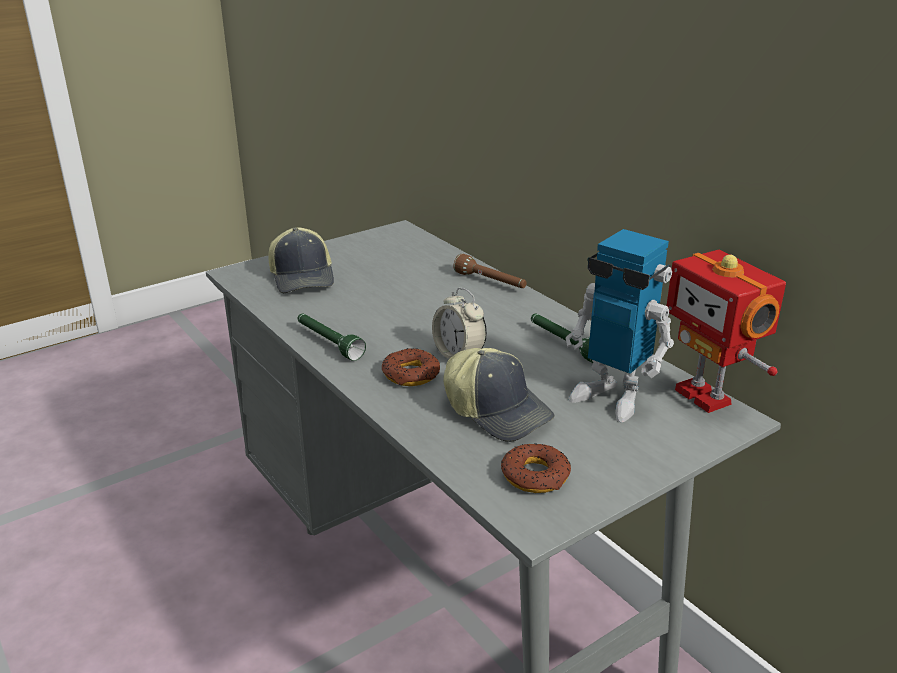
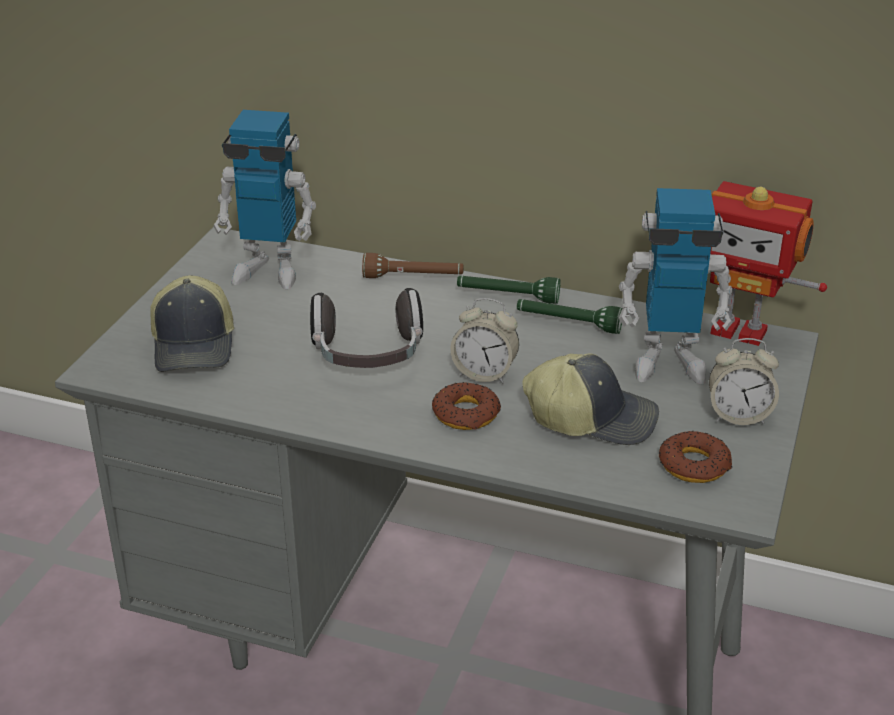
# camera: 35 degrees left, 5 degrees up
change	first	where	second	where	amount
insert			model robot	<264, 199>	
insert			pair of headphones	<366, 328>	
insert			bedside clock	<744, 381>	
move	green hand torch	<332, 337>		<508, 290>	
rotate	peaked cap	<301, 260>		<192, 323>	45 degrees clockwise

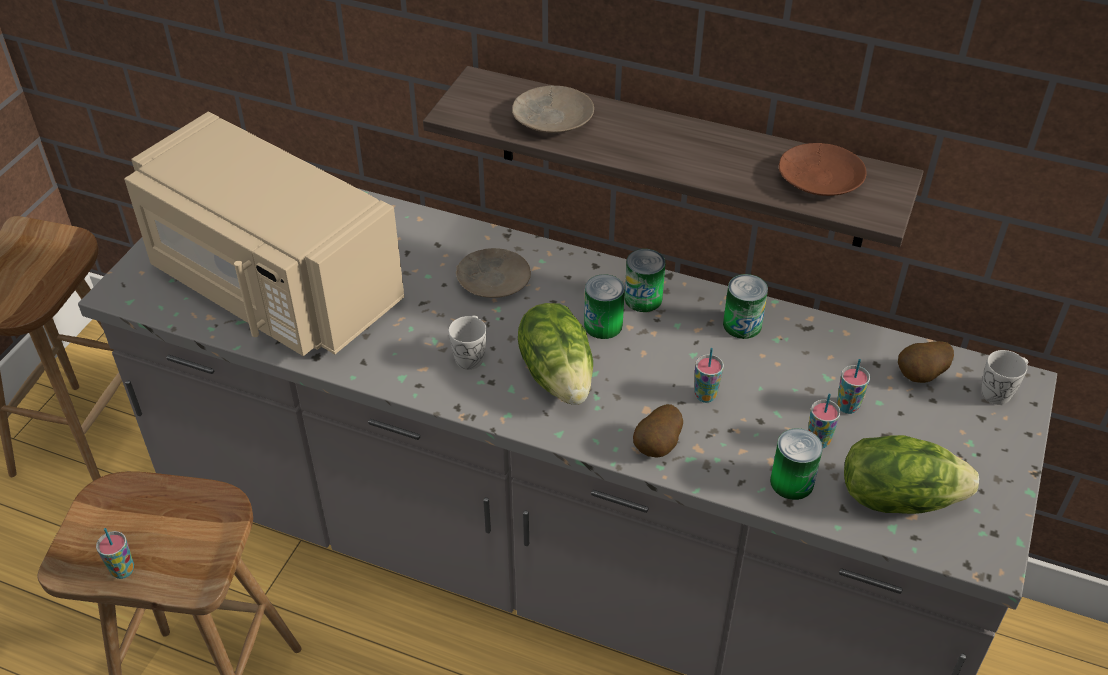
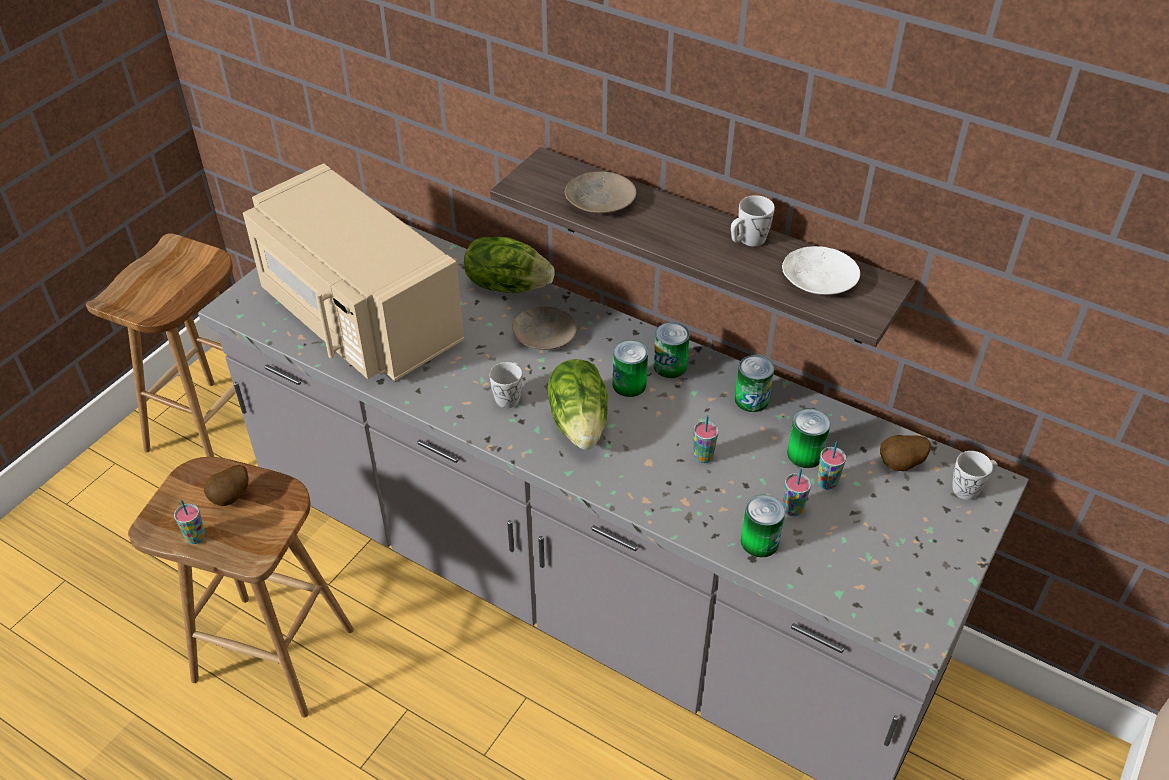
# camera: 10 degrees right, 0 degrees up
change	first	where	second	where	amount
insert			white coffee mug	<753, 221>	
insert			sealed can	<808, 438>	
move	potato	<658, 431>		<226, 485>	
move	lettuce head	<911, 474>		<509, 265>	
recolor	brown-coloured flat dish	<823, 169>	white flat dish	<821, 270>	

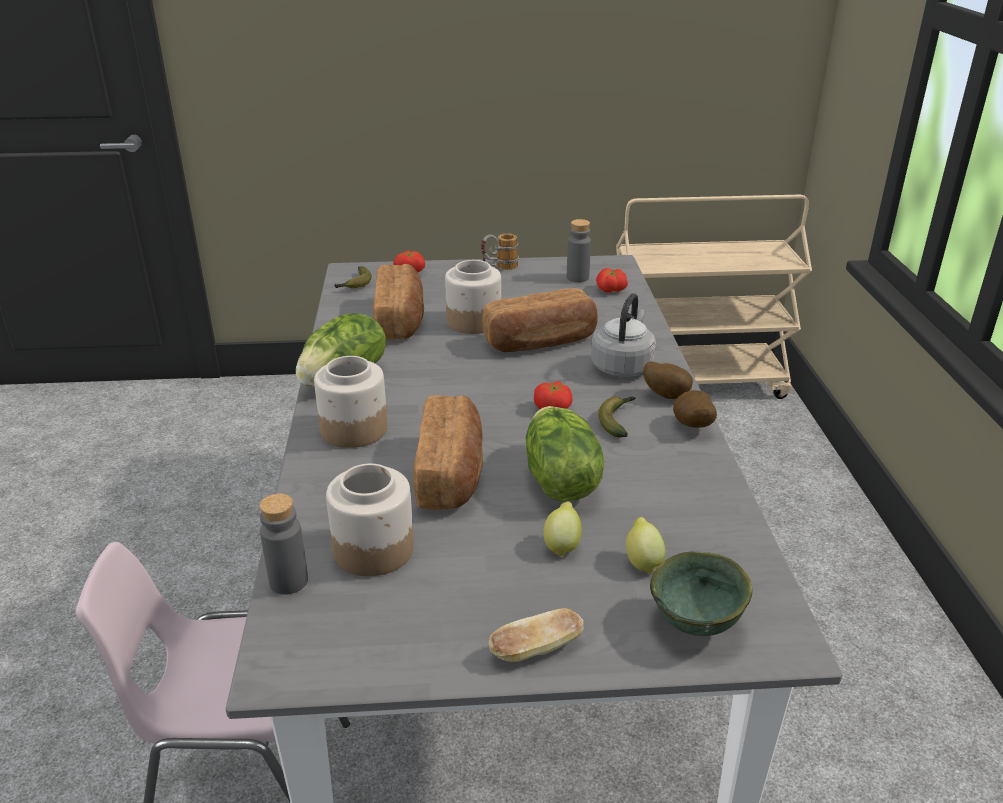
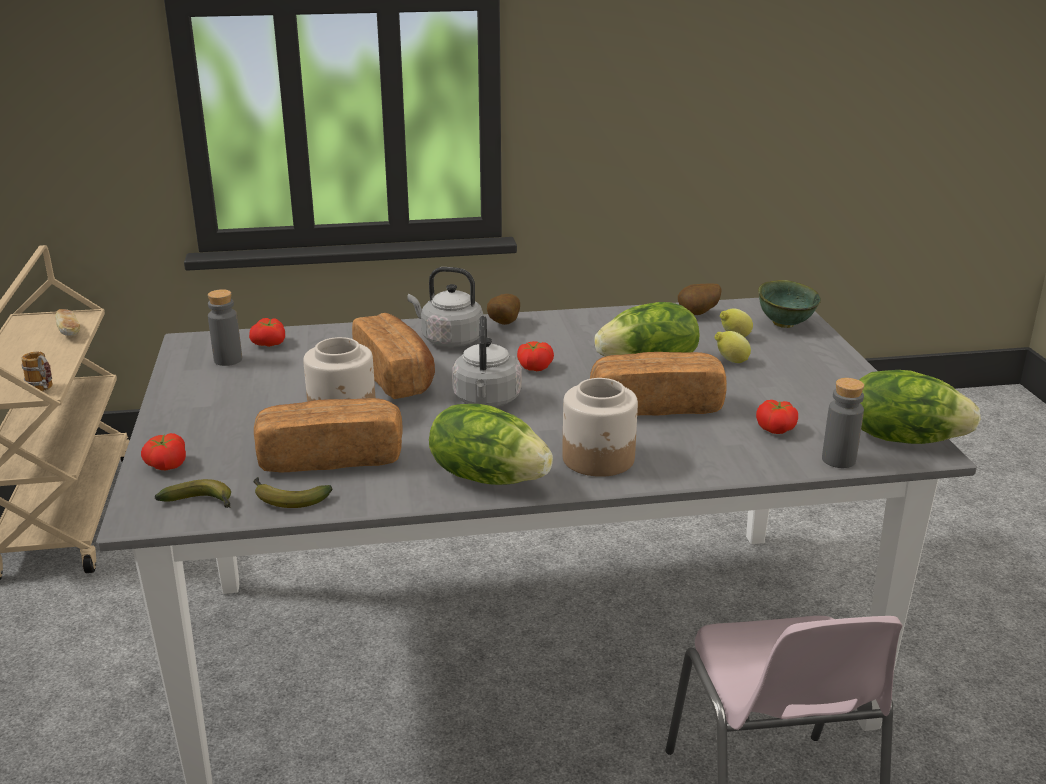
# camera: 95 degrees left, 5 degrees down
change	first	where	second	where	amount
insert			grey water kettle	<487, 361>	
insert			lettuce head	<920, 407>	
move	coffee mug	<500, 251>		<37, 371>	
move	bread	<536, 635>		<67, 322>	
move	banana fruit	<616, 416>		<292, 492>	
move	potato	<695, 409>		<699, 299>	
replace	jar	<370, 520>	tomato	<777, 417>	

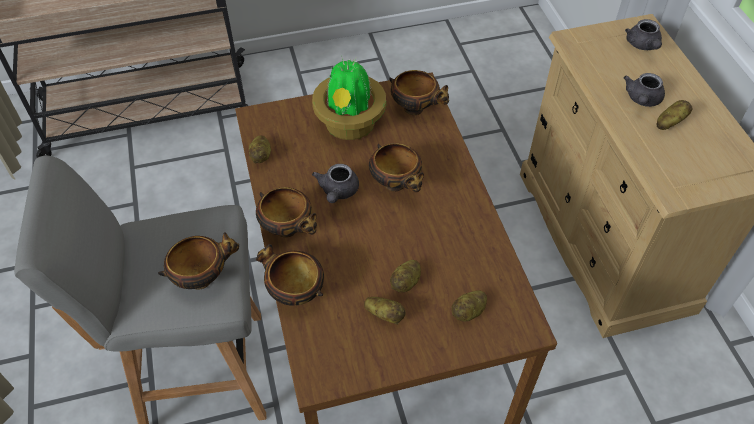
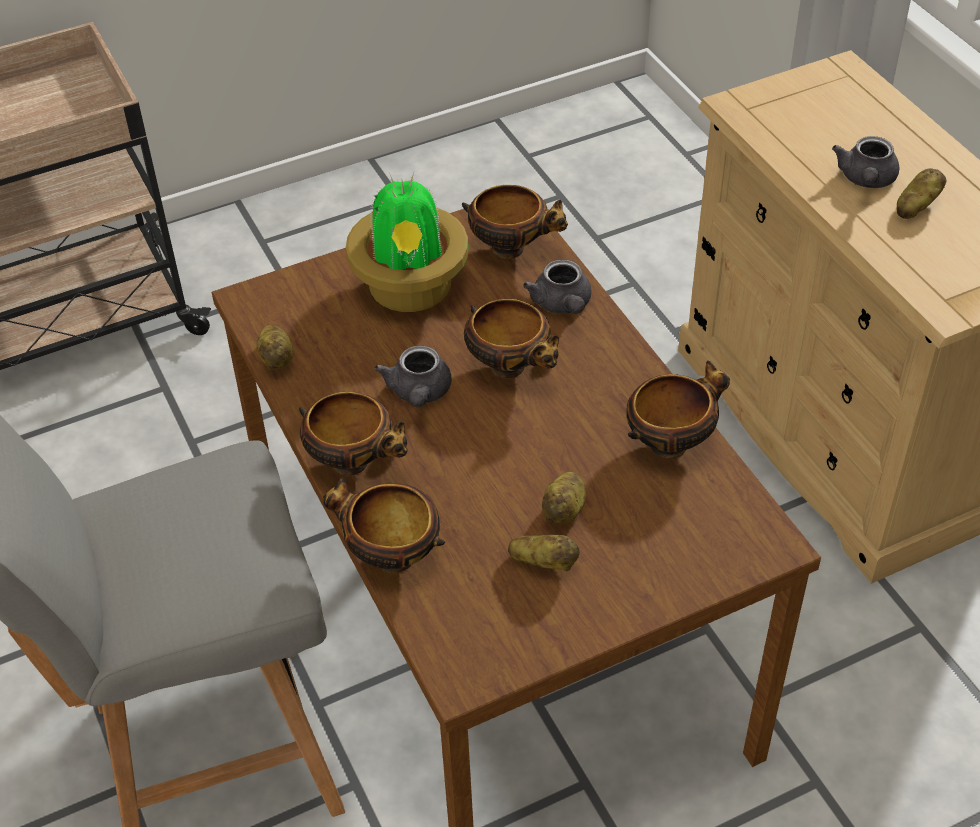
# camera: 10 degrees left, 5 degrees down
change	first	where	second	where	amount
delete	potato	<469, 305>			
move	bowl	<198, 261>		<678, 410>	
move	grey teapot	<643, 34>		<557, 286>	

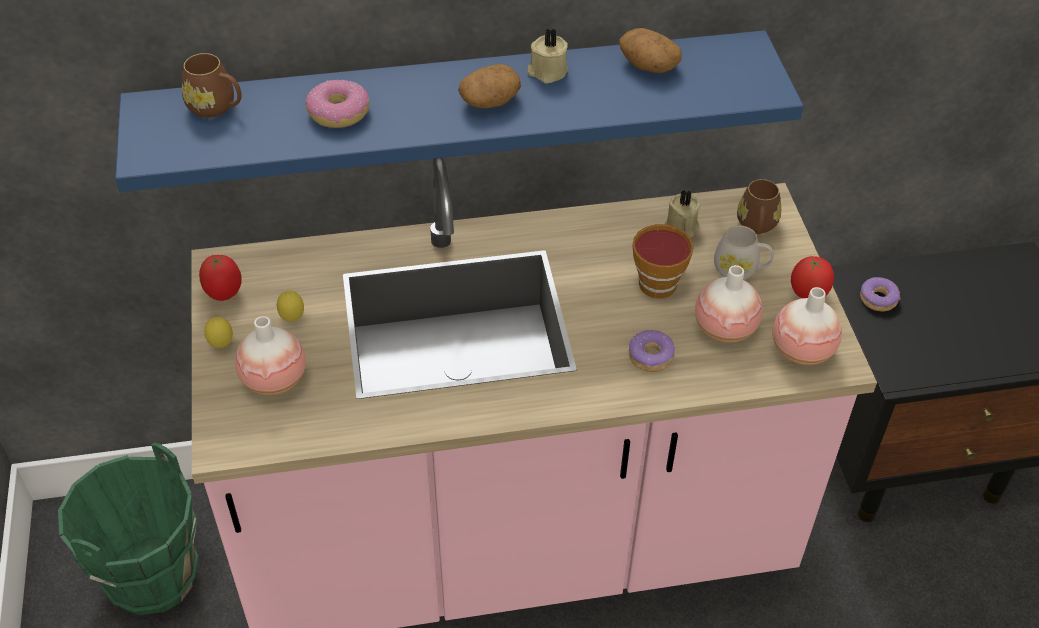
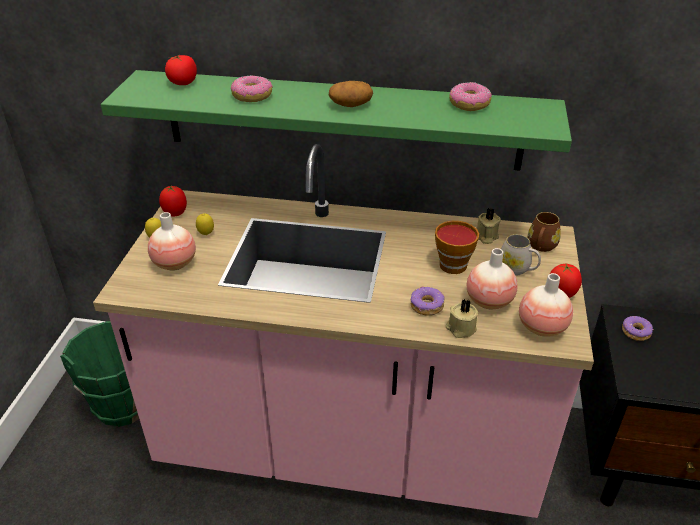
# camera: 20 degrees right, 10 degrees down
change	first	where	second	where	amount
move	sand-coloured wax light	<547, 55>		<461, 318>	
replace	brown-coloured coffee mug	<212, 85>	tomato	<181, 70>	
replace	potato	<650, 50>	ring doughnut	<470, 96>	
recolor	bluish shelf	<459, 111>	green shelf	<336, 120>	

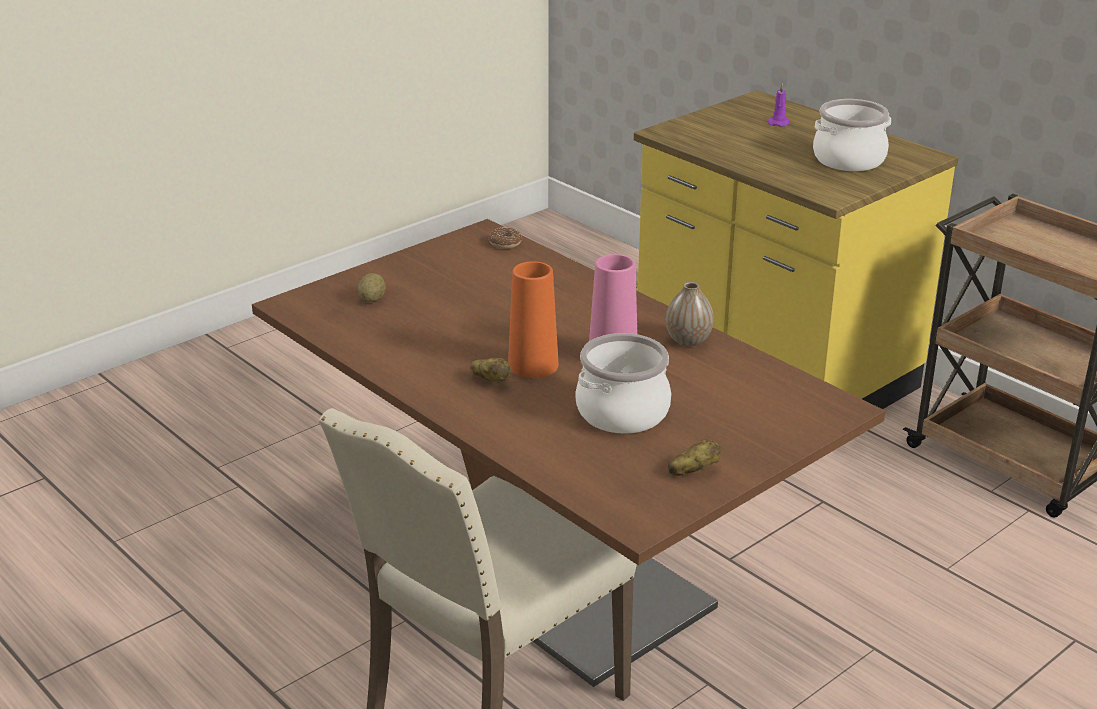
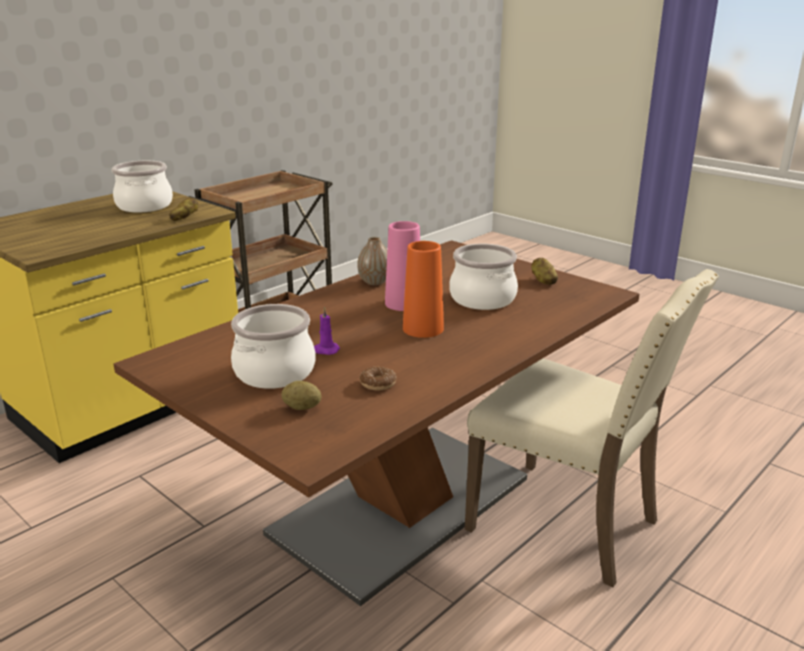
# camera: 95 degrees left, 5 degrees down
change	first	where	second	where	amount
insert			stockpot	<273, 346>	
move	potato	<490, 370>		<183, 209>	
move	ring doughnut	<505, 238>		<378, 378>	
move	purple wax light	<778, 105>		<327, 331>	

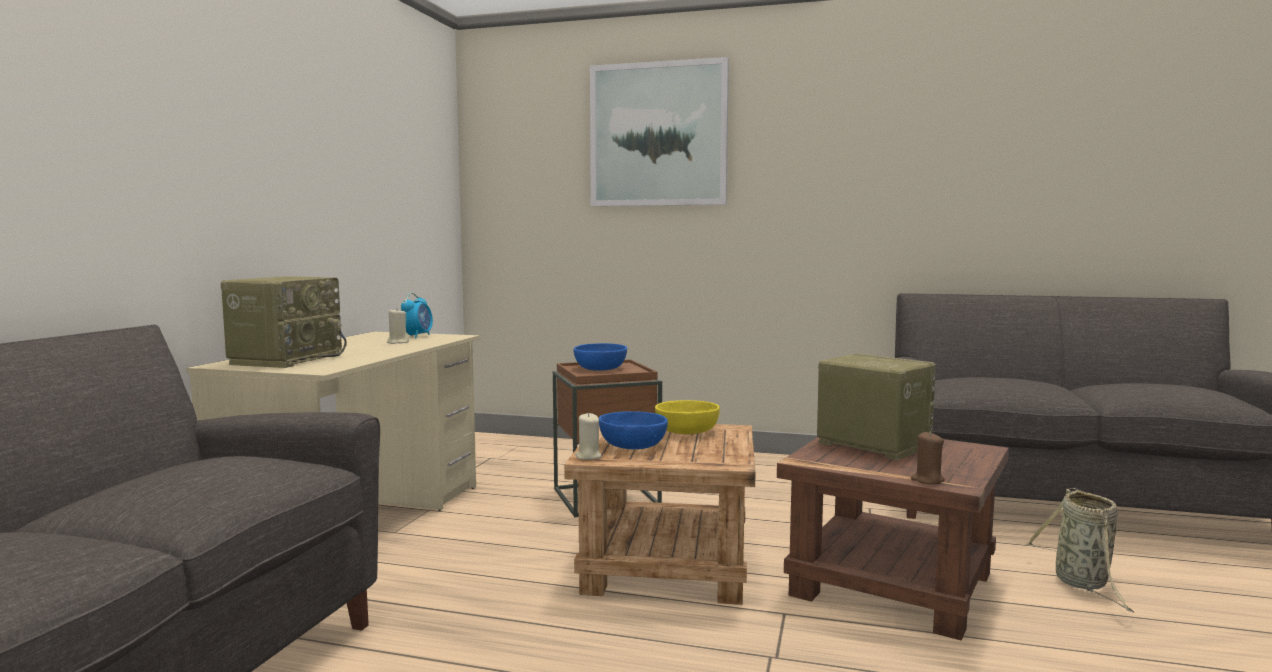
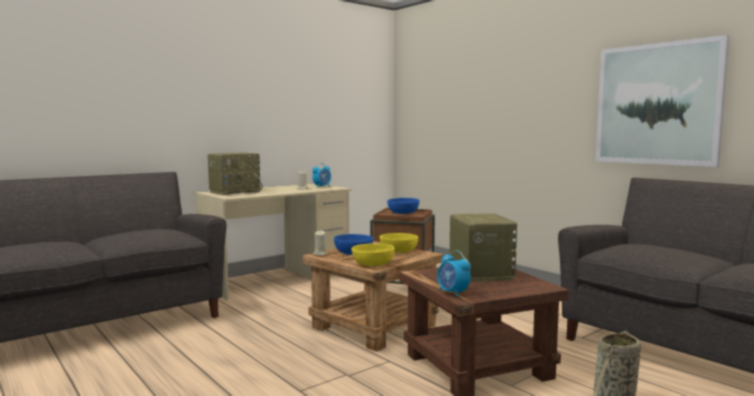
# camera: 35 degrees right, 0 degrees up
change	first	where	second	where	amount
insert			yellowish bowl	<373, 255>	
move	wall picture	<659, 131>		<662, 101>	
replace	brown-coloured wax light	<928, 458>	bedside clock	<454, 273>	

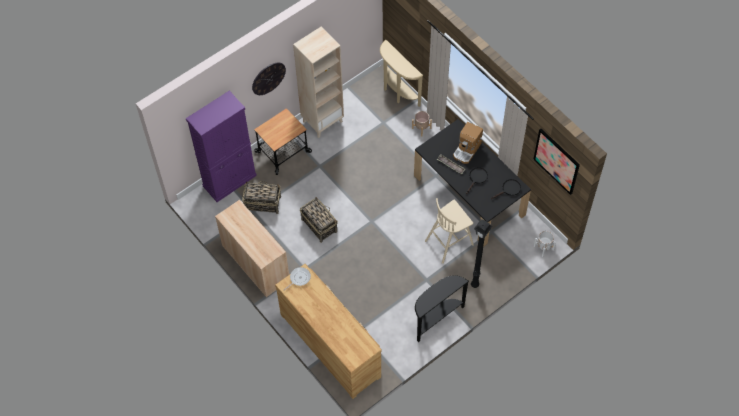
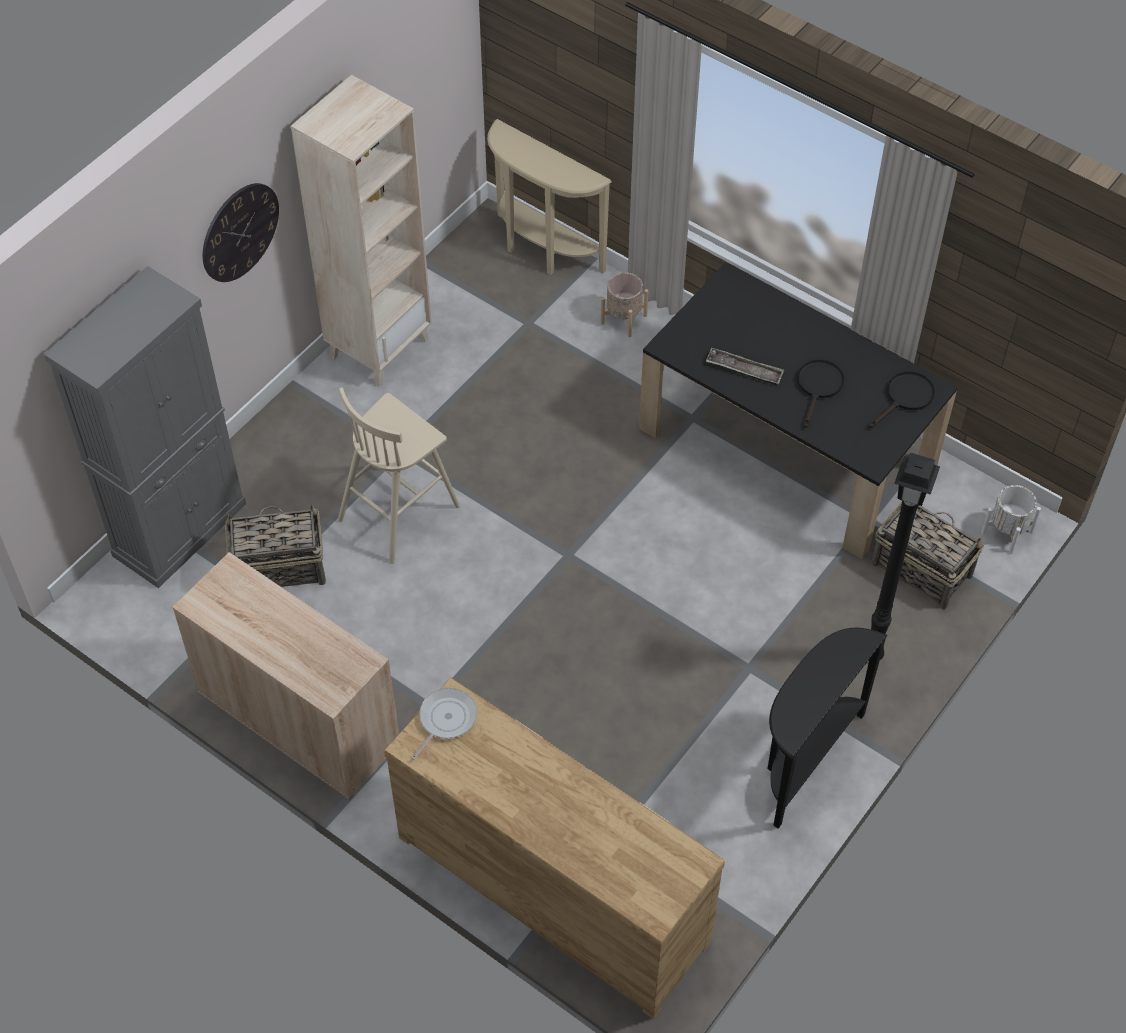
# camera: 15 degrees left, 5 degrees down
change	first	where	second	where	amount
delete	cart	<283, 141>			
delete	coffee brewer	<468, 143>			
delete	wall picture	<556, 162>			
move	storage basket	<319, 220>		<927, 556>	
move	sand-coloured stool seat	<449, 231>		<399, 475>	
recolor	purple cupboard	<221, 146>	grey cupboard	<145, 427>	

